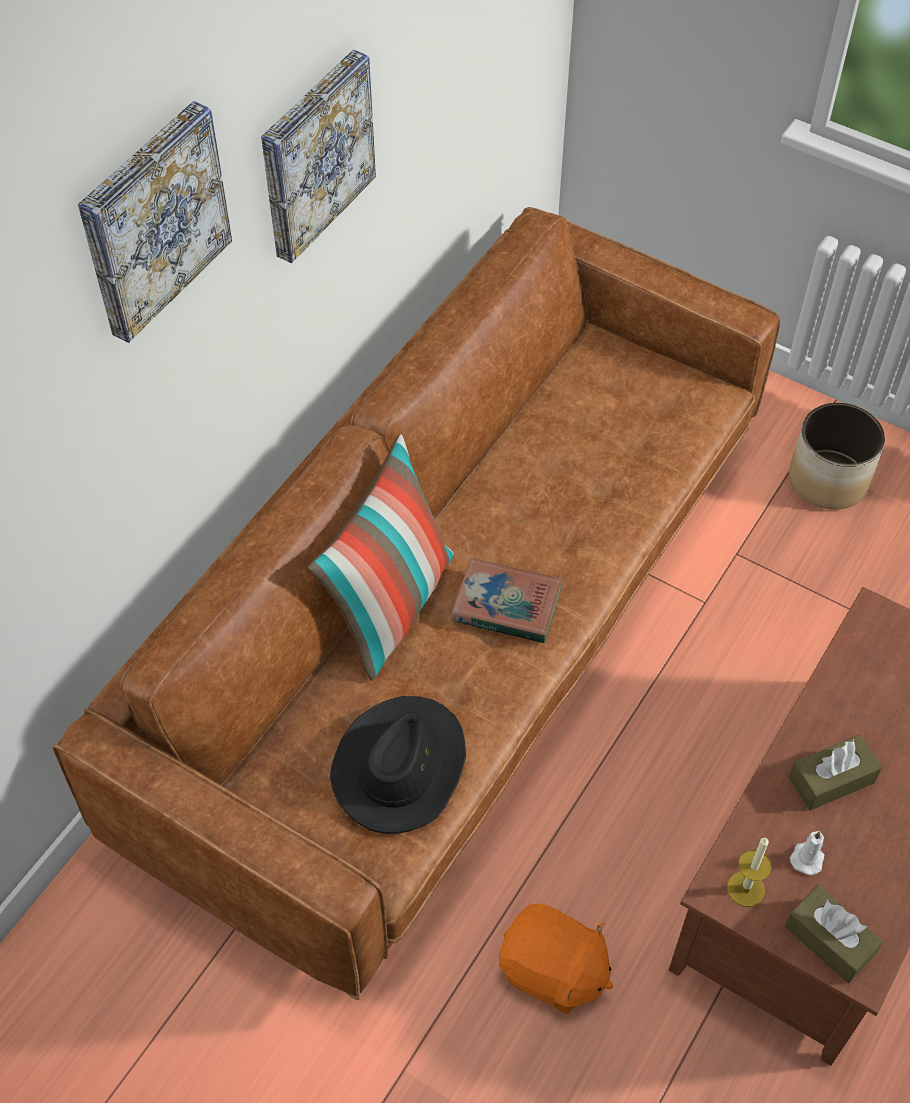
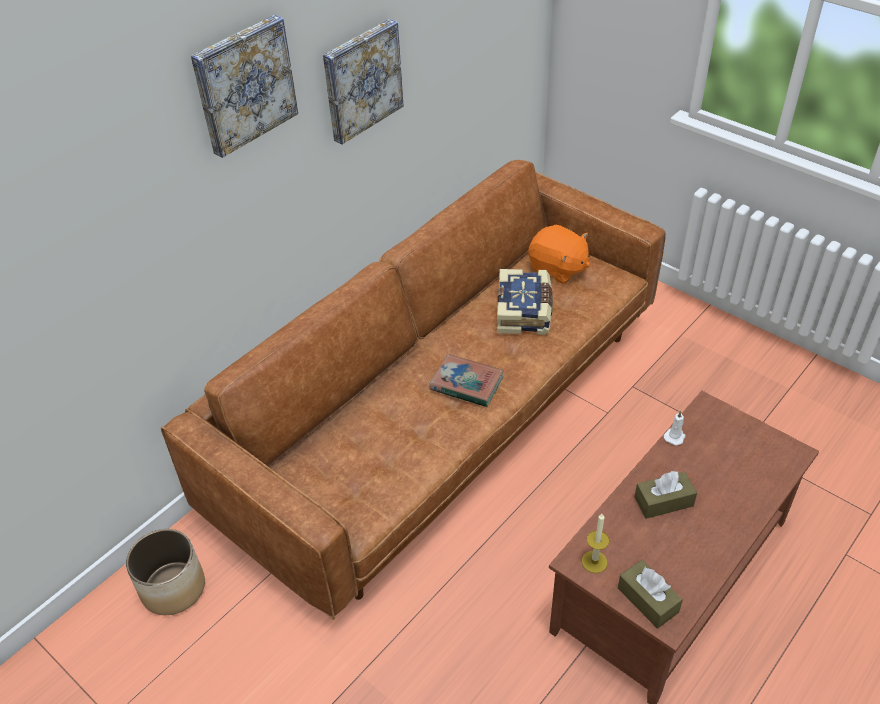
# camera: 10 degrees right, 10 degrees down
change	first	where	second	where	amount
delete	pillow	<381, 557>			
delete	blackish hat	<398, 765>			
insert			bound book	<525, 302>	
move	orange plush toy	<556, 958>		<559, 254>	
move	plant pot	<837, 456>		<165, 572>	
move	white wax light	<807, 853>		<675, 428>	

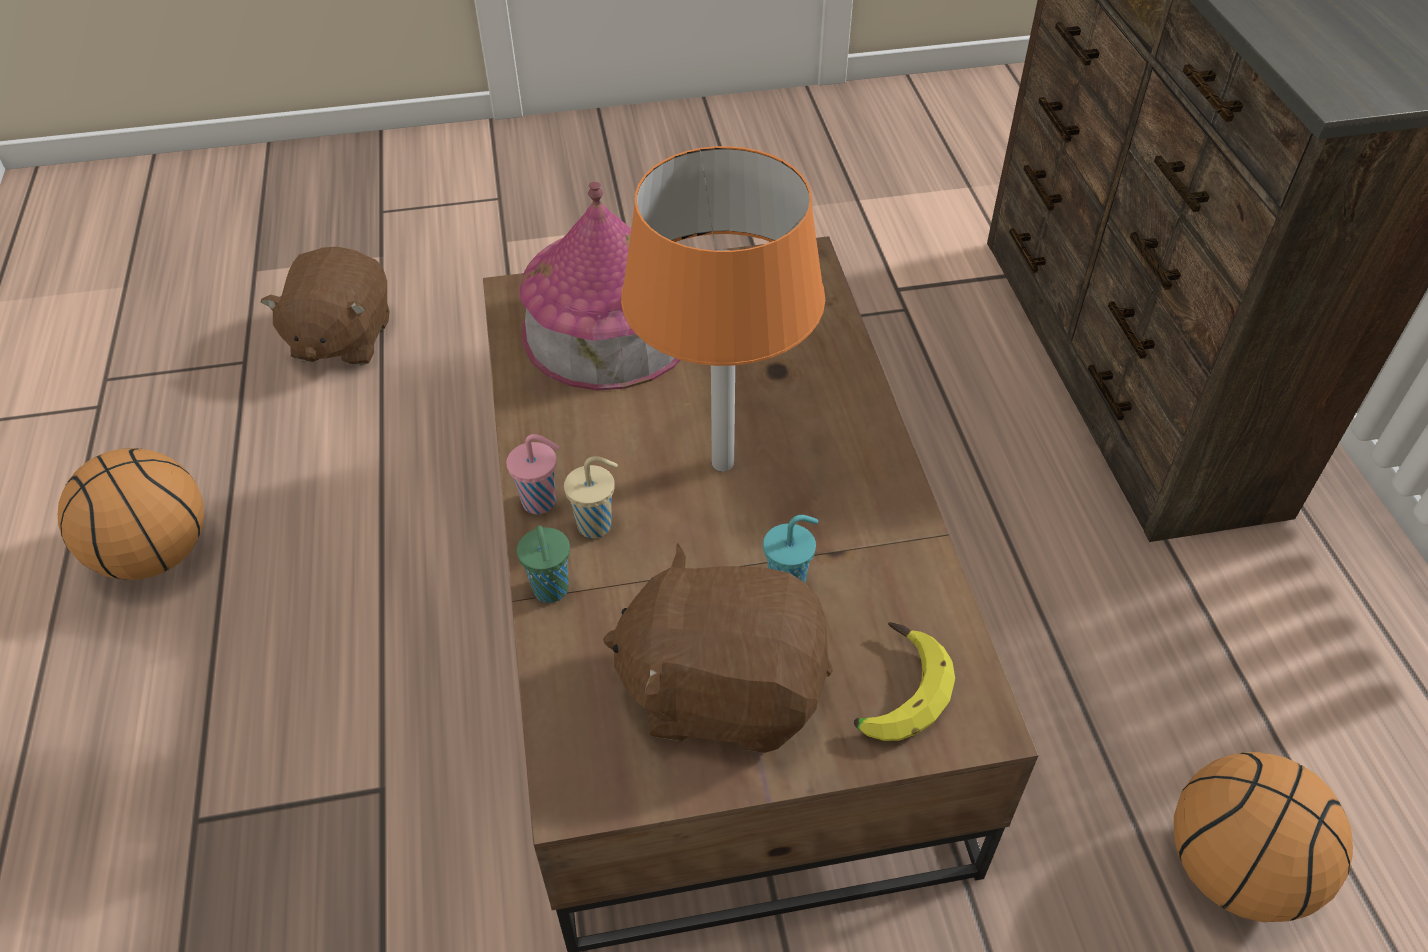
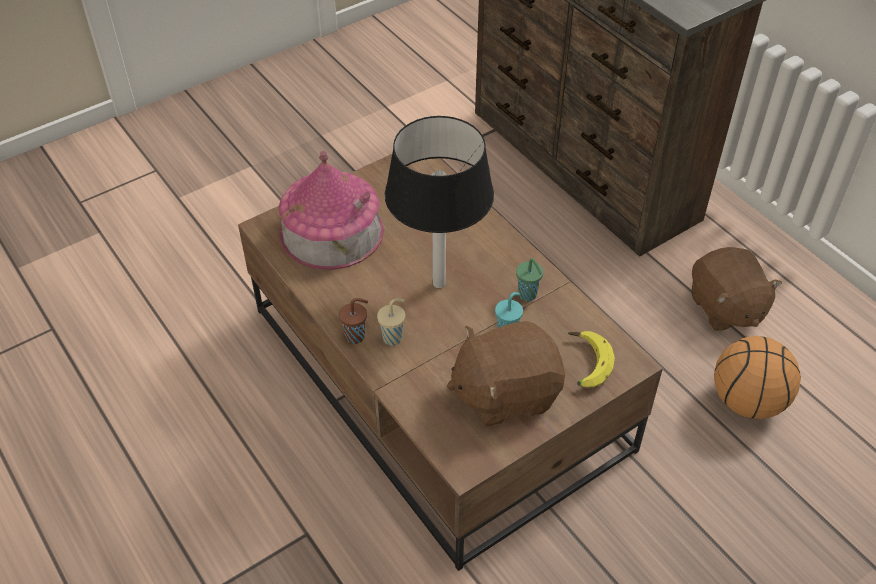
# camera: 25 degrees left, 0 degrees up
change	first	where	second	where	amount
delete	basketball	<131, 514>			
move	brown-coloured plush toy	<325, 306>		<736, 289>	
move	green small cup	<543, 564>		<529, 279>	
recolor	pinkish small cup	<533, 474>	brown-coloured small cup	<353, 321>	
recolor	orange table lamp	<723, 309>	blackish table lamp	<439, 202>	

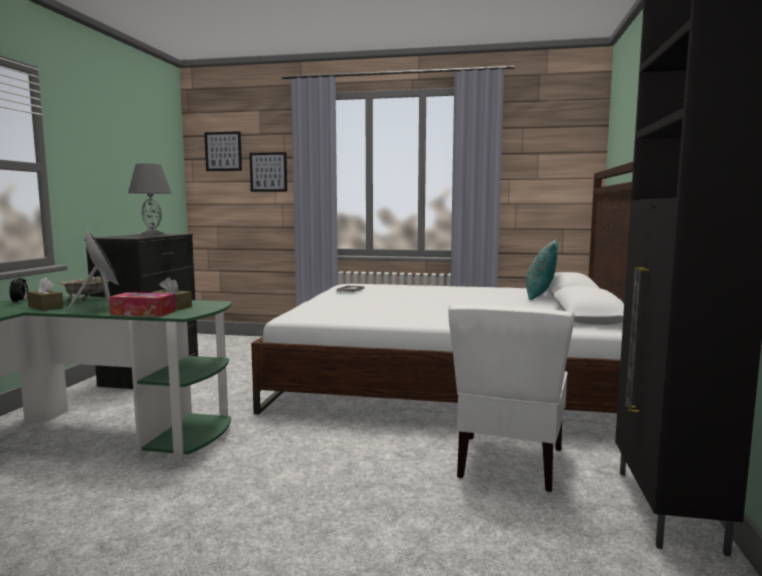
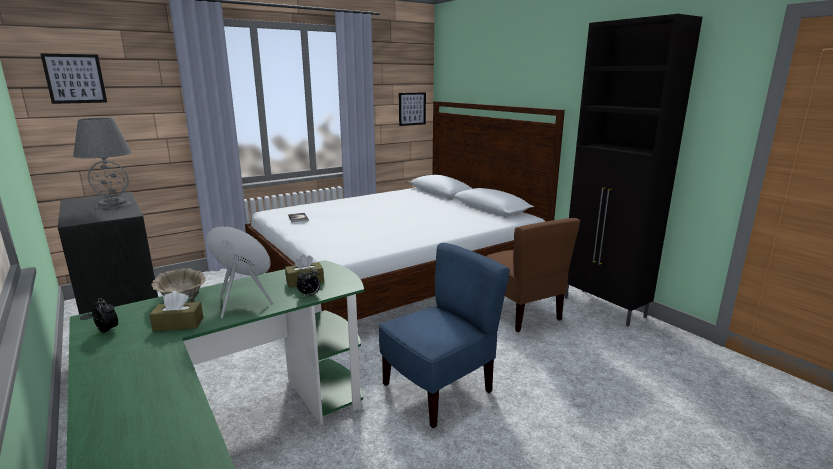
# camera: 45 degrees left, 10 degrees up
change	first	where	second	where	amount
delete	blue-green pillow	<542, 269>			
insert			bluish upright chair	<444, 335>	
move	wall picture	<268, 172>		<412, 109>	
replace	tissue box	<142, 304>	bedside clock	<308, 282>	
recolor	white upright chair	<511, 398>	brown-coloured upright chair	<533, 275>	

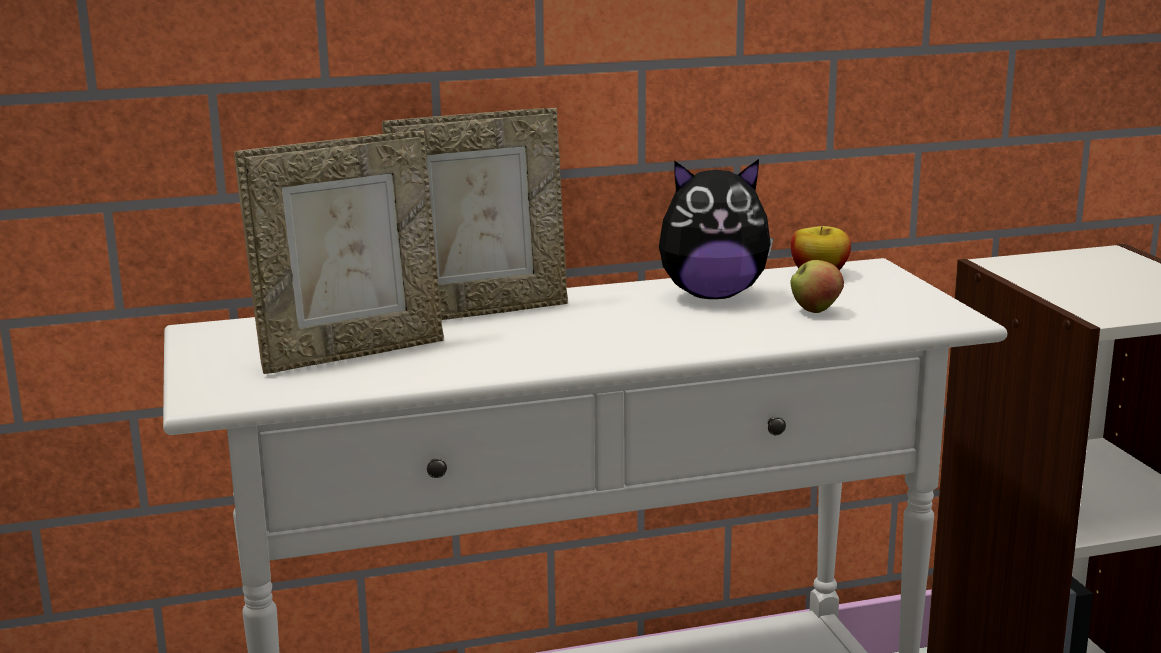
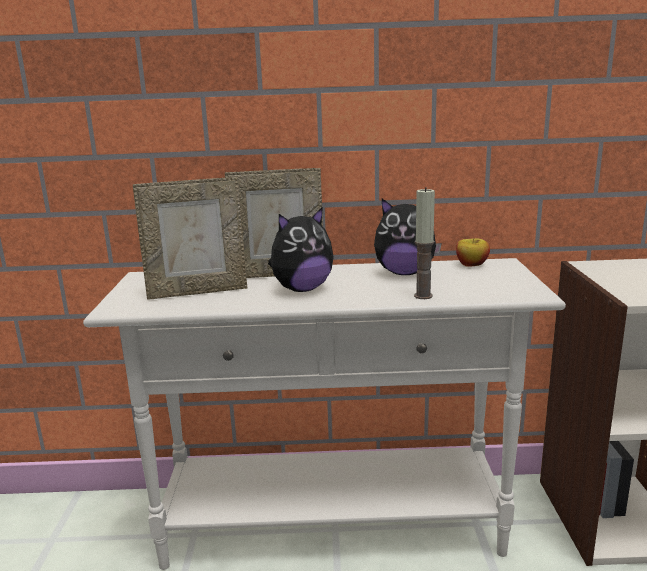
# camera: 15 degrees right, 0 degrees up
change	first	where	second	where	amount
delete	whole apple	<817, 286>			
insert			plush toy	<301, 249>	
insert			wax light	<424, 243>	

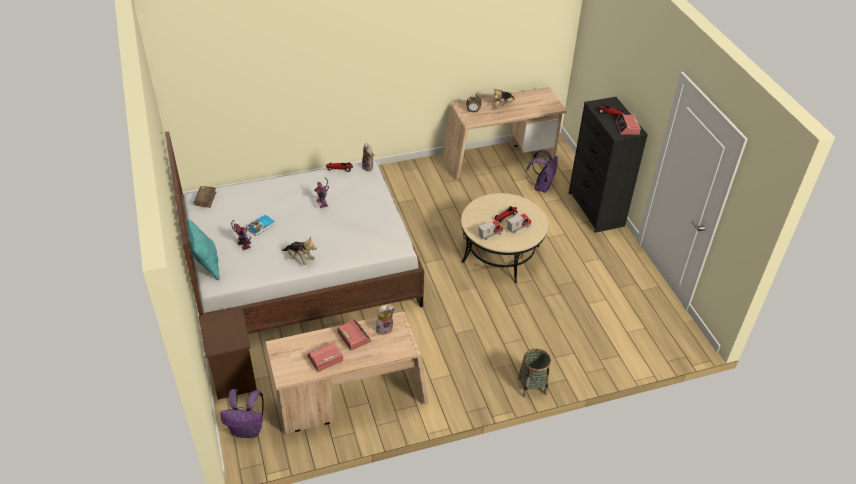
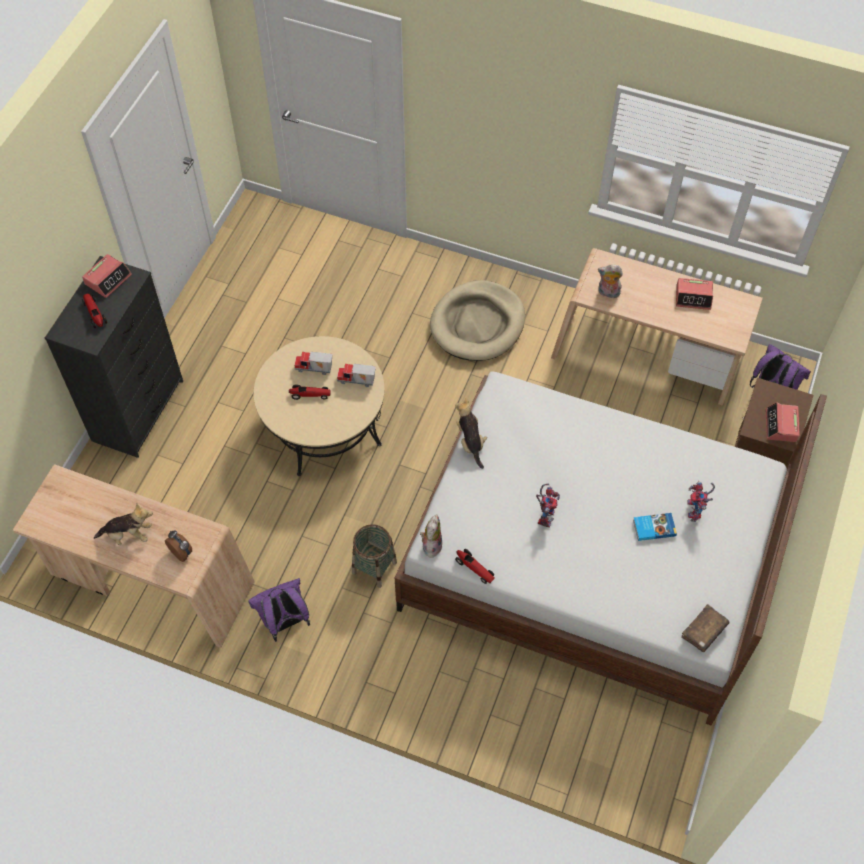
# camera: 140 degrees left, 15 degrees up
change	first	where	second	where	amount
delete	blue-green pillow	<203, 249>			
insert			sand-coloured dog cushion	<477, 320>	
move	plush toy	<299, 250>		<471, 433>	
move	bedside clock	<354, 335>		<783, 422>	
move	storage basket	<534, 373>		<374, 556>	
move	purple backpack	<542, 171>		<279, 610>	

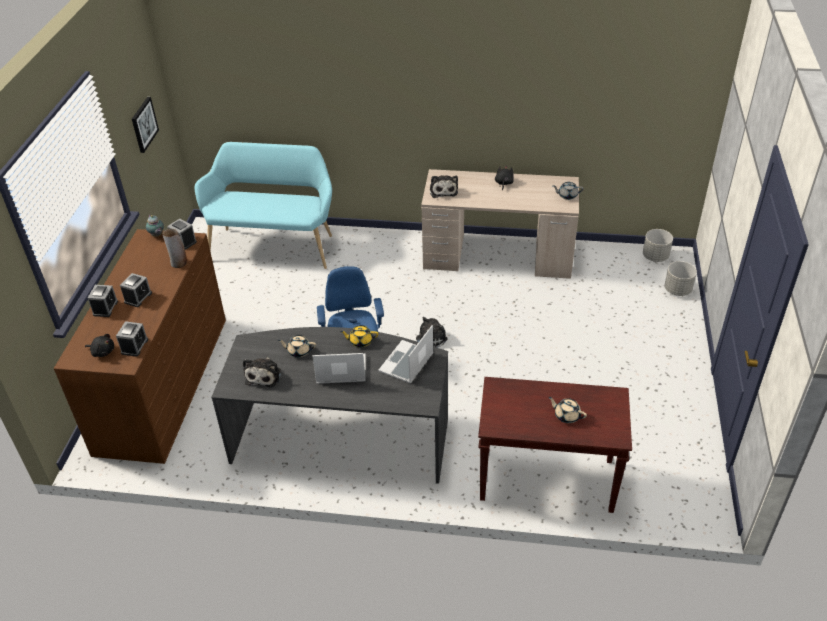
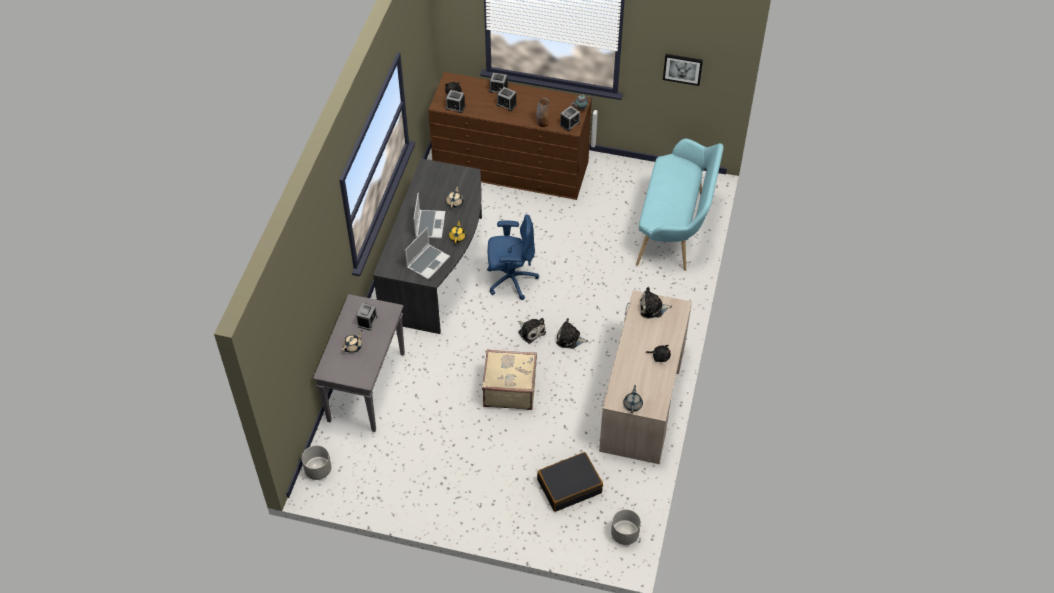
# camera: 95 degrees right, 10 degrees up
change	first	where	second	where	amount
insert			bedside clock	<366, 316>	
insert			sand-coloured piece of luggage	<509, 379>	
insert			blackish piece of luggage	<570, 482>	
move	plush toy	<262, 372>		<572, 333>	
move	grey plant pot	<680, 278>		<316, 462>	
recolor	brown-coloured console table	<555, 445>	grey console table	<359, 363>	
rotate	notebook computer	<406, 354>		<427, 253>	90 degrees clockwise

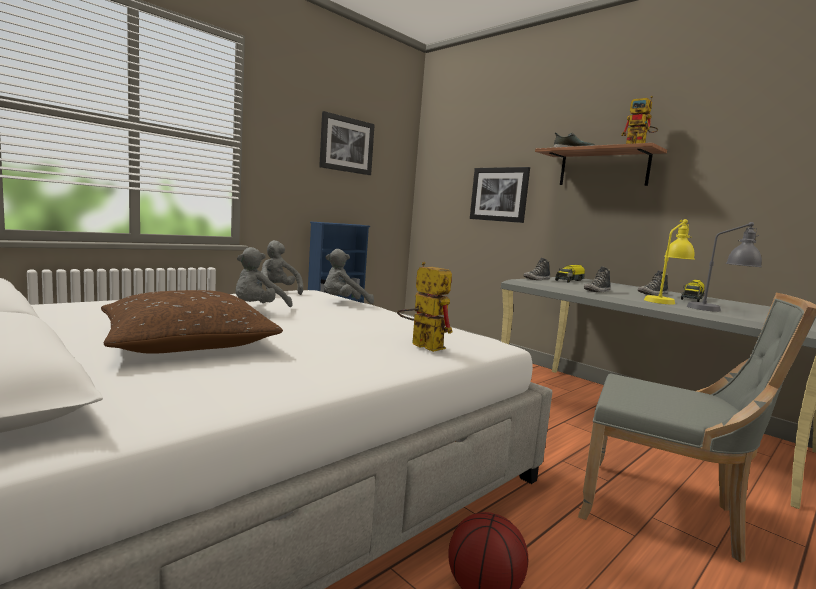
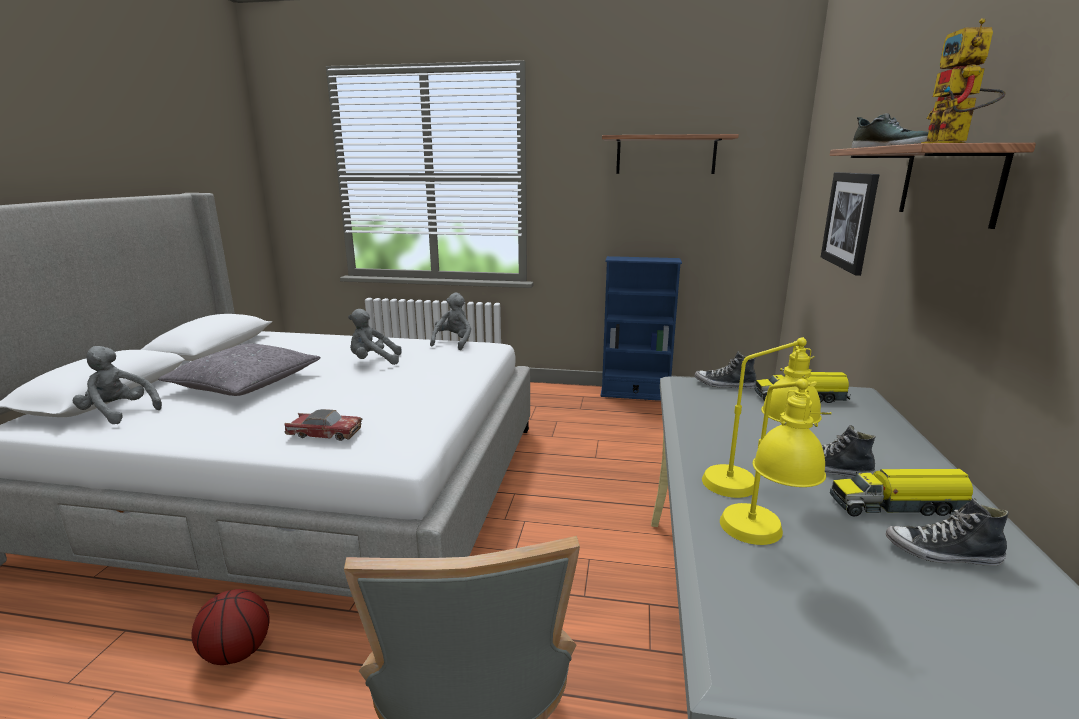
# camera: 55 degrees right, 10 degrees up
change	first	where	second	where	amount
move	grey plush toy	<349, 276>		<117, 385>	
move	item of footwear	<597, 279>		<947, 532>	
replace	wall picture	<347, 143>	shelf	<670, 154>	
replace	model robot	<424, 307>	miniature car	<323, 425>	
recolor	brown-coloured pillow	<192, 322>	grey pillow	<239, 369>	
recolor	grey table lamp	<724, 267>	yellowish table lamp	<776, 461>	

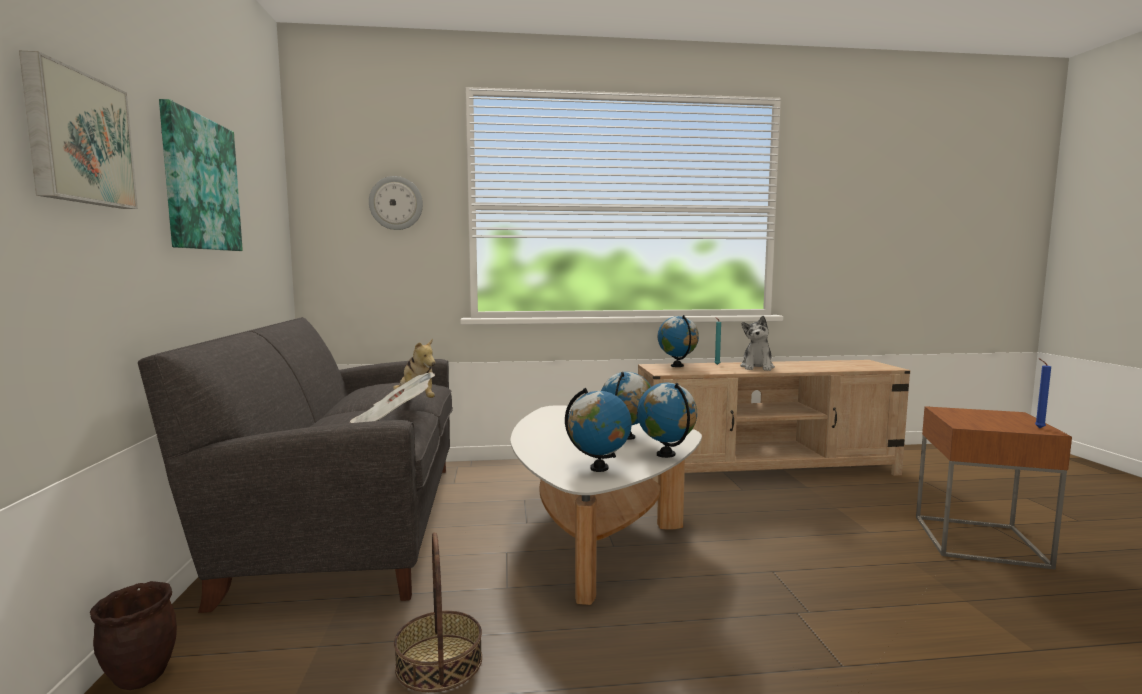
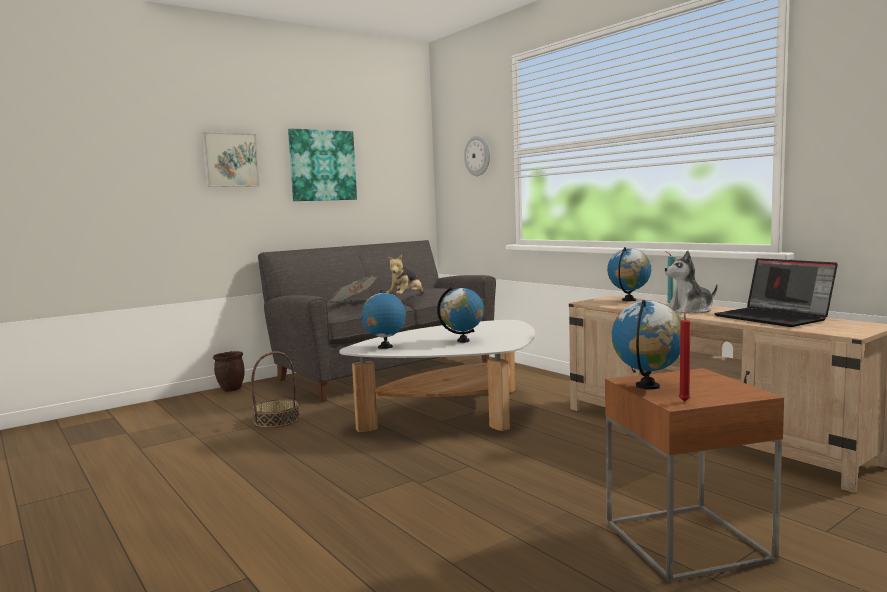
# camera: 60 degrees right, 0 degrees up
change	first	where	second	where	amount
insert			notebook computer	<776, 292>	
move	desk globe	<667, 420>		<646, 345>	
recolor	bluish wax light	<1043, 393>	red-coloured wax light	<685, 356>	

